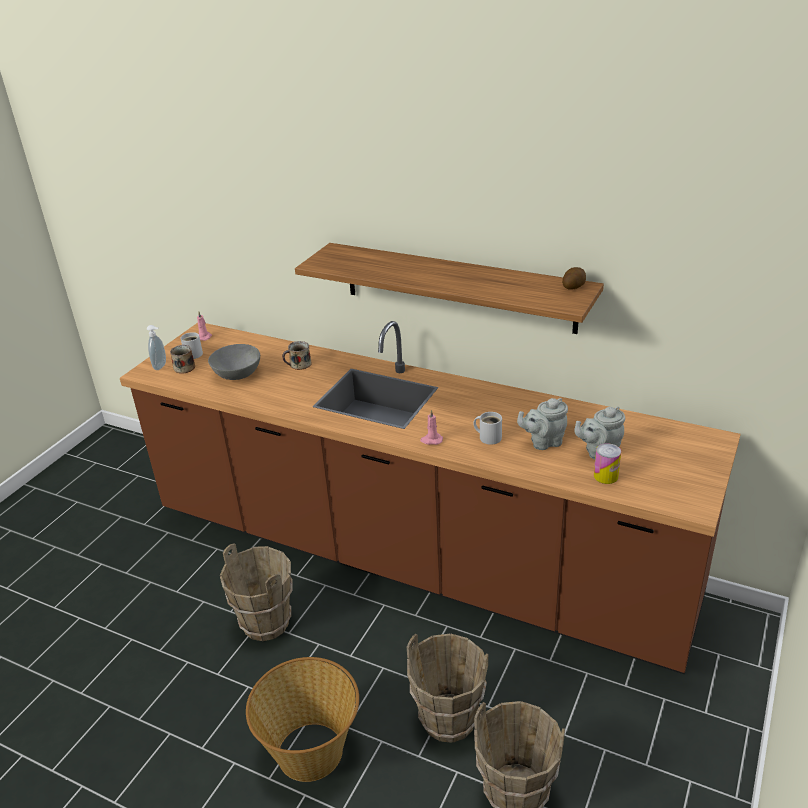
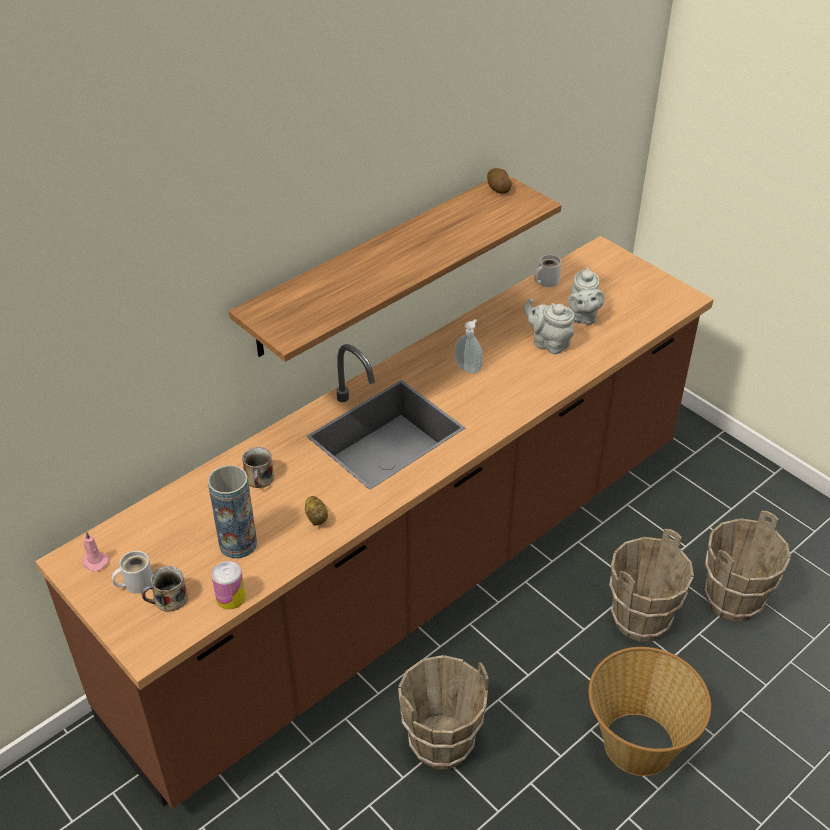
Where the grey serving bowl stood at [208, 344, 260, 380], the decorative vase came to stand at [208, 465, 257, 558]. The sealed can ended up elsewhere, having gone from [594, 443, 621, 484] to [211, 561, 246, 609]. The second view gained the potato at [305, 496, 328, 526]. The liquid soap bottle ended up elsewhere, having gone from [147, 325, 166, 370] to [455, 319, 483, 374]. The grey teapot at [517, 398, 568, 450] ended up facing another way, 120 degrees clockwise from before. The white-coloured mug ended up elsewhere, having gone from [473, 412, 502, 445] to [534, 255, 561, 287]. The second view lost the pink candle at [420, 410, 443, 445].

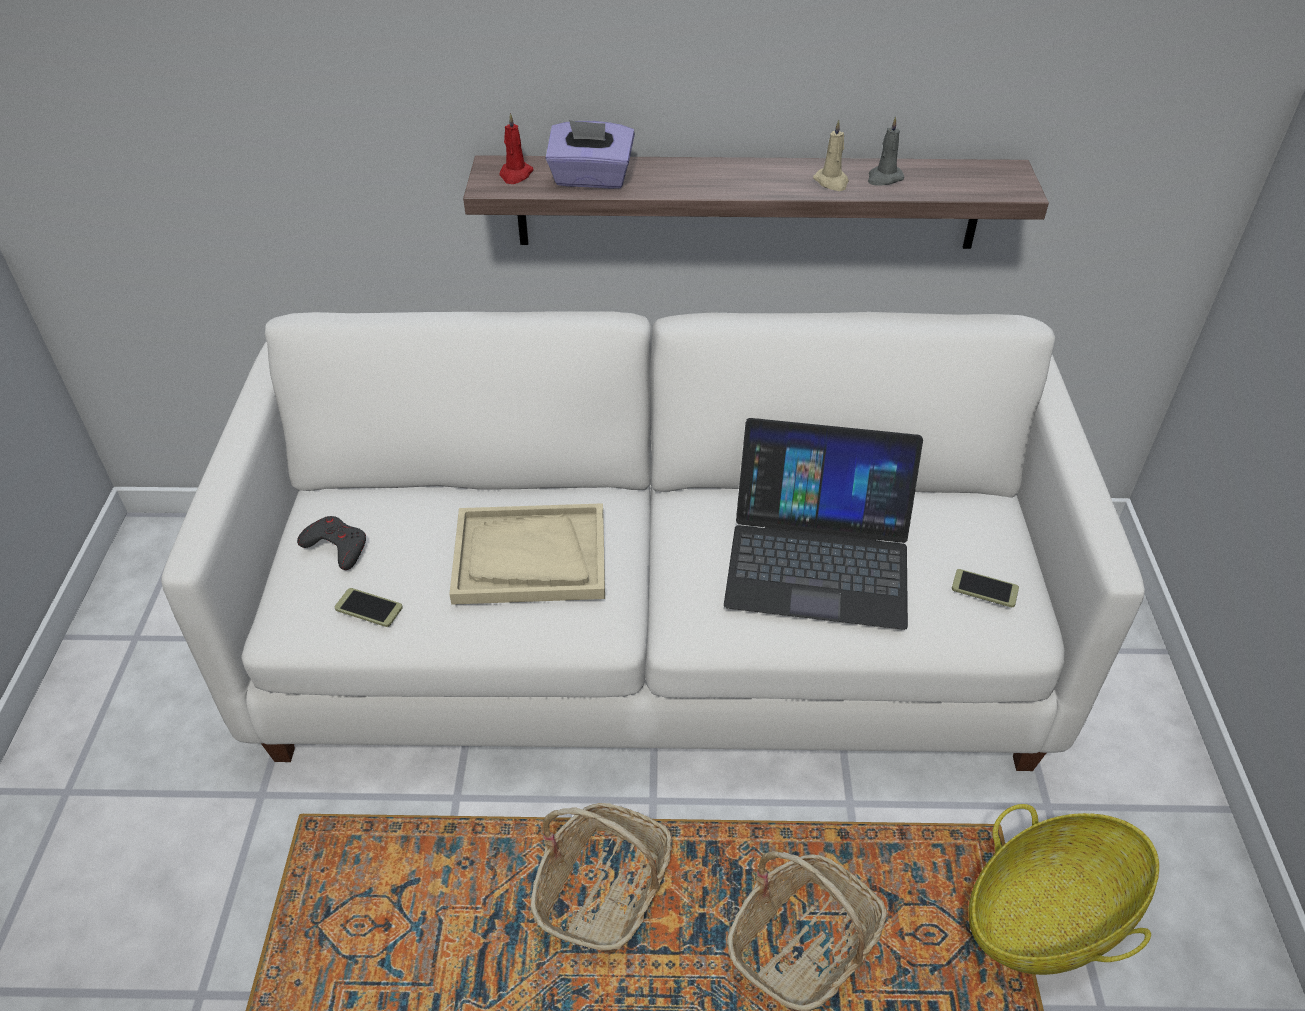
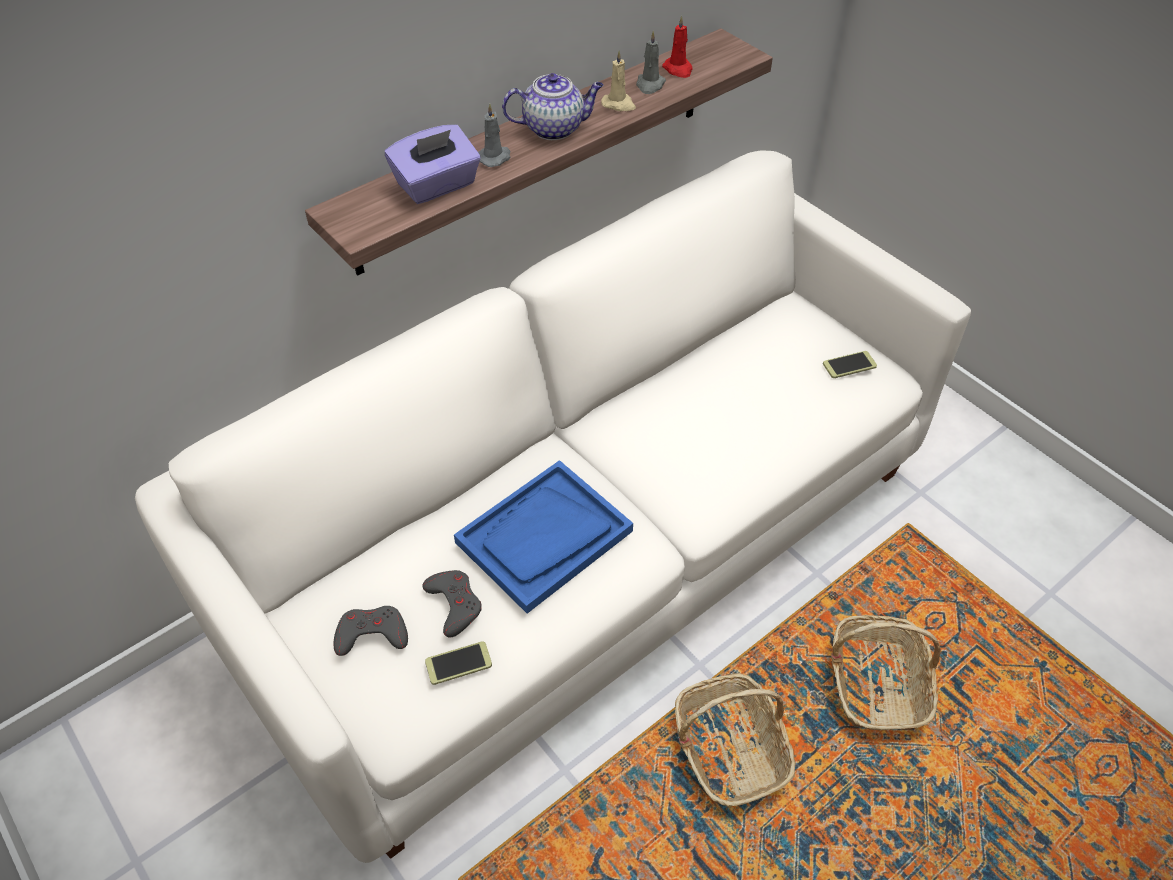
The second view gained the grey game controller at [422, 570, 482, 637]. What was the beige carrying tray at [449, 503, 605, 605] turned into the blue-coloured carrying tray at [454, 460, 633, 614]. The second view gained the grey candle at [478, 104, 510, 167]. The second view gained the teapot at [502, 73, 604, 140]. The red candle ended up elsewhere, having gone from [500, 113, 534, 184] to [662, 16, 693, 78]. The second view lost the portable computer at [724, 418, 923, 630]. The second view lost the household basket at [968, 804, 1159, 975].

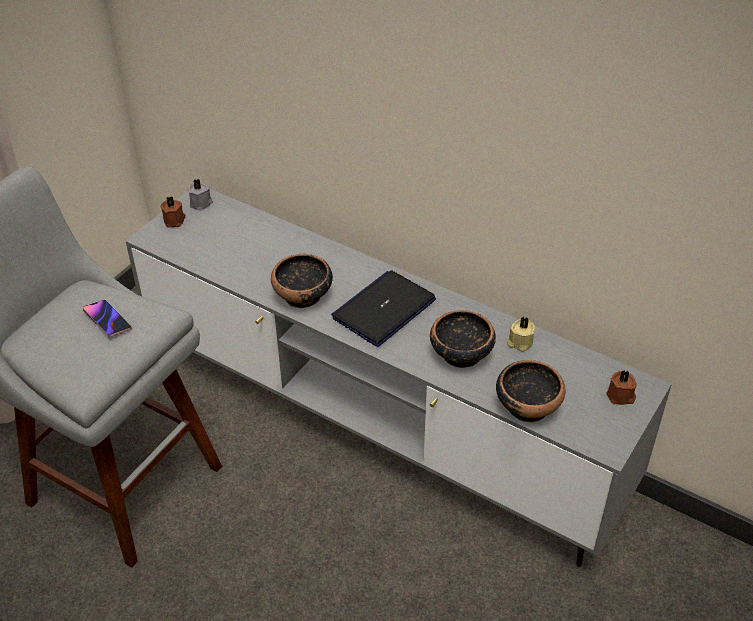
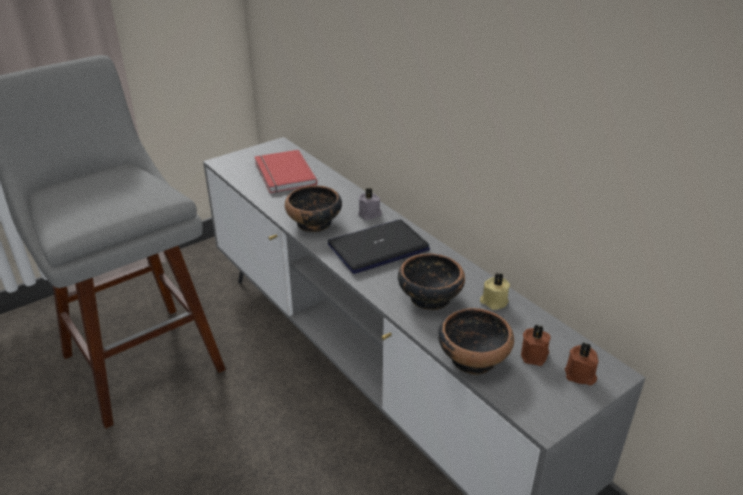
The second view gained the red bound book at [255, 150, 317, 193]. The grey candle ended up elsewhere, having gone from [188, 179, 213, 211] to [358, 188, 382, 220]. The brown candle ended up elsewhere, having gone from [161, 196, 186, 227] to [521, 325, 551, 366]. The second view lost the handset at [83, 300, 131, 337].

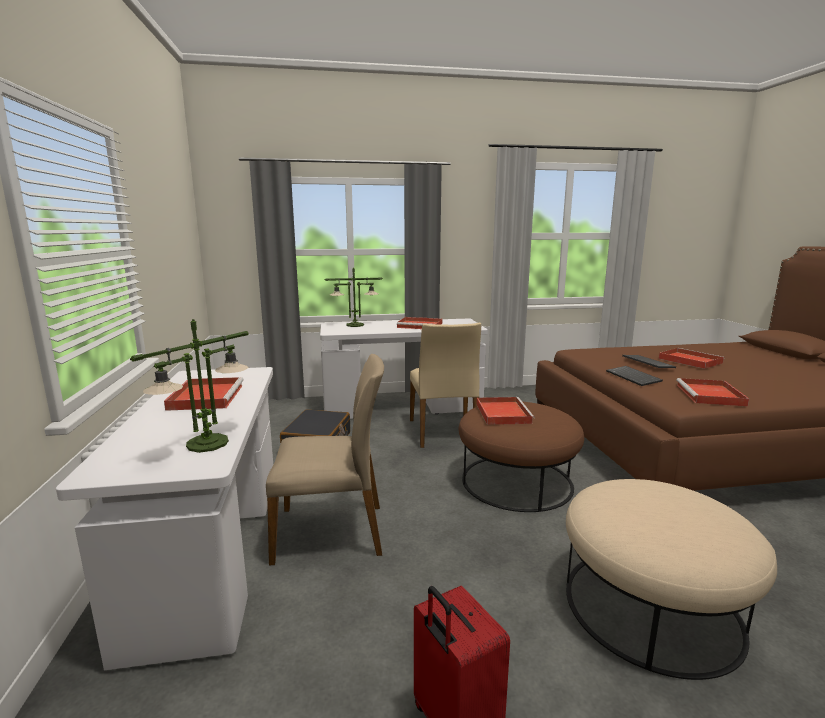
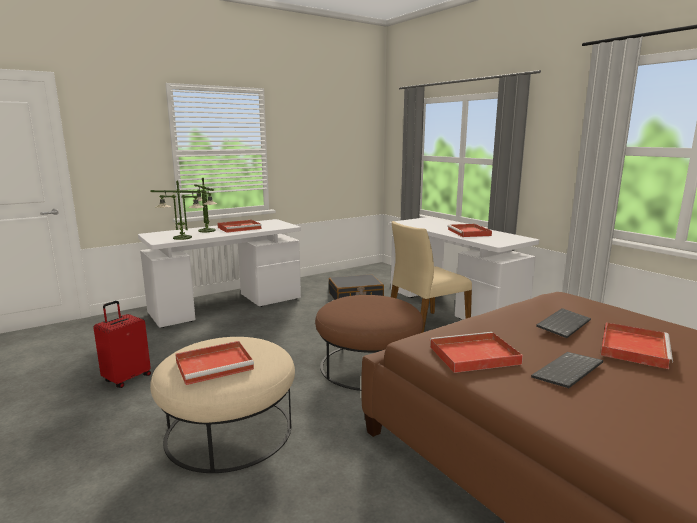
The red carrying tray ended up elsewhere, having gone from [476, 397, 535, 425] to [175, 341, 254, 385]. The lamp for a table ended up elsewhere, having gone from [324, 268, 383, 327] to [192, 178, 218, 233]. The computer keyboard ended up elsewhere, having gone from [606, 366, 663, 386] to [531, 352, 603, 388]. The second view lost the beige upright chair at [266, 354, 384, 565].

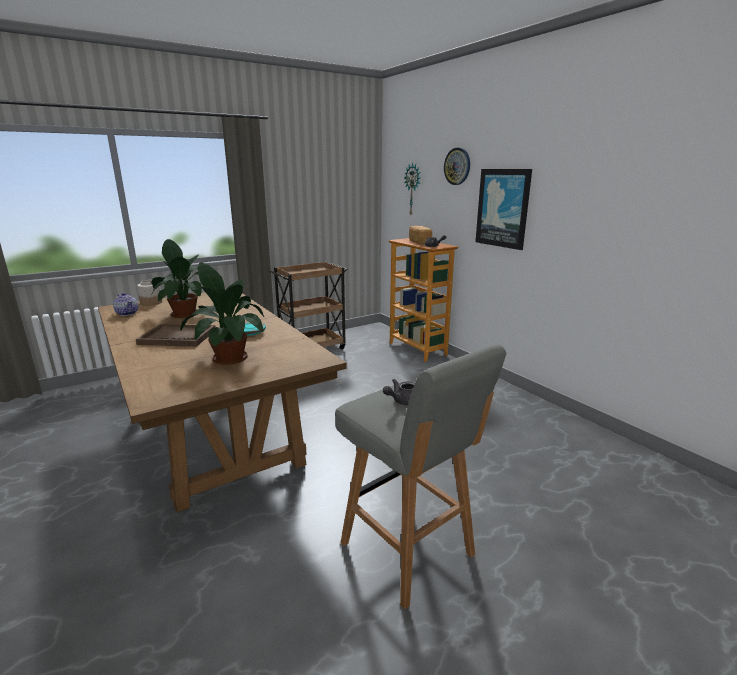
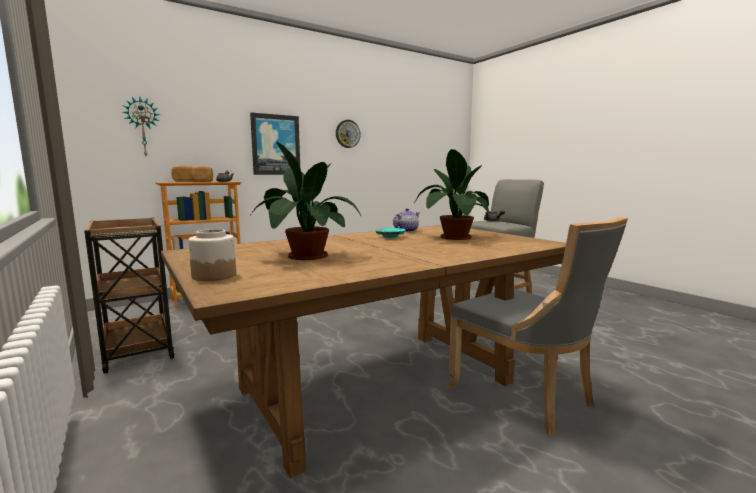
The hanging clock ended up elsewhere, having gone from [444, 148, 470, 185] to [336, 120, 361, 148]. The teapot ended up elsewhere, having gone from [113, 293, 138, 316] to [393, 208, 419, 232]. The second view gained the grey upright chair at [447, 217, 628, 436]. The second view lost the brown carrying tray at [136, 324, 215, 347].

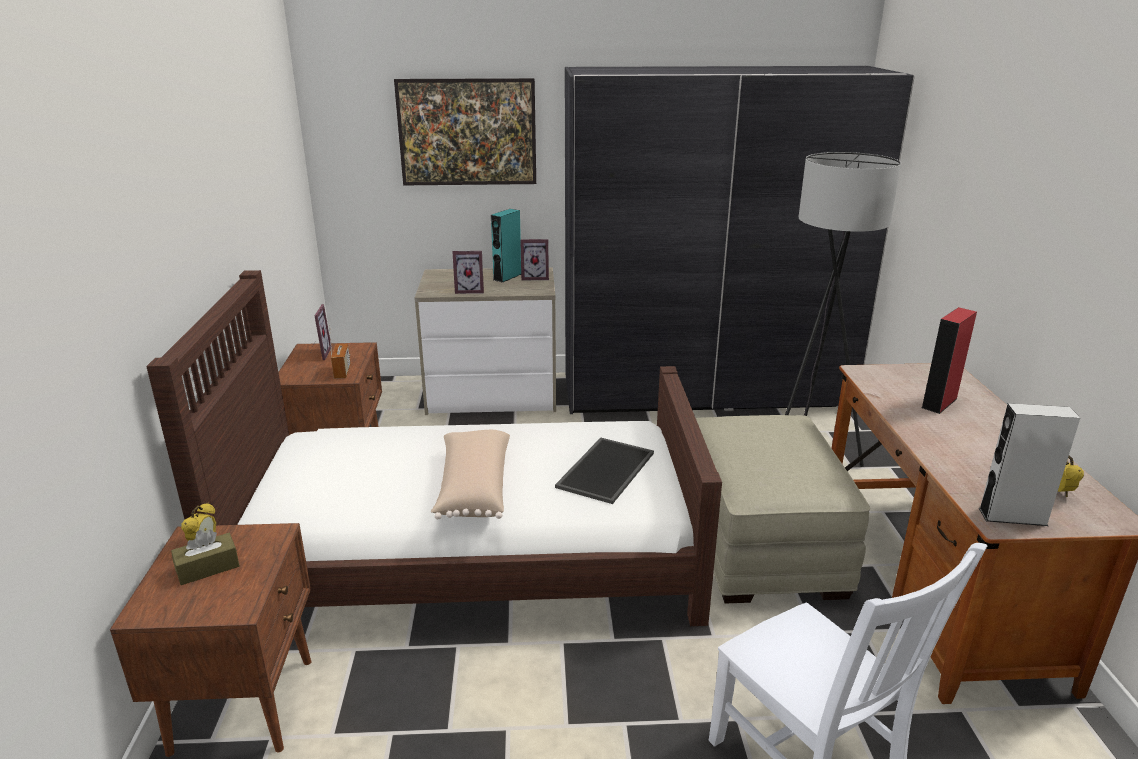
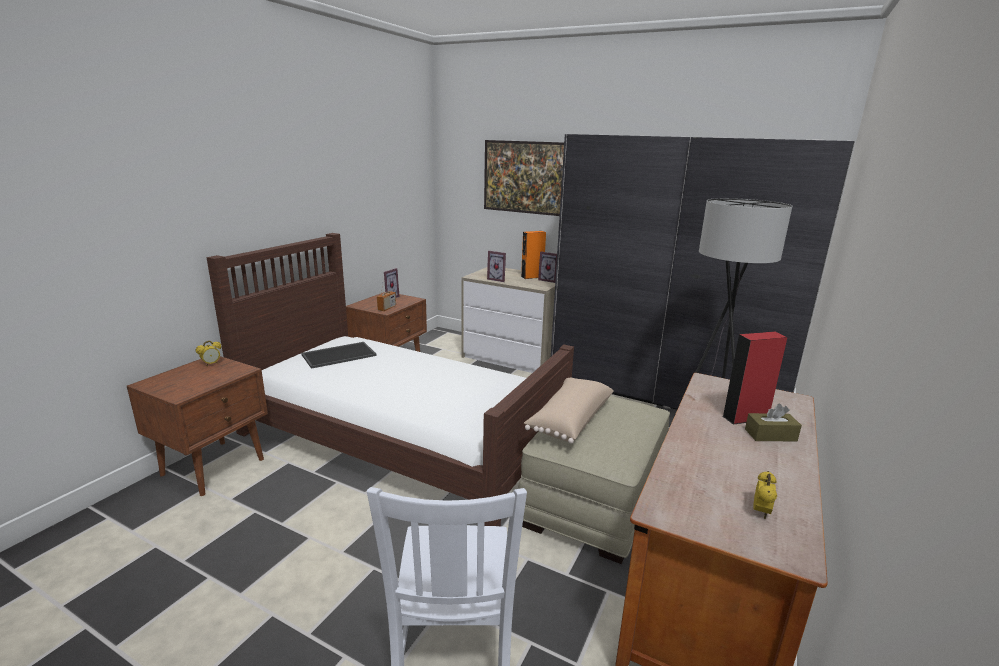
The carrying tray ended up elsewhere, having gone from [555, 438, 654, 504] to [301, 342, 377, 369]. What was the turquoise audio speaker at [491, 209, 521, 283] turned into the orange-coloured audio speaker at [521, 231, 546, 279]. The beige cushion ended up elsewhere, having gone from [431, 430, 510, 519] to [524, 378, 614, 444]. The brown tissue holder ended up elsewhere, having gone from [171, 530, 240, 585] to [745, 403, 802, 441]. The second view lost the grey audio speaker at [979, 403, 1080, 526].

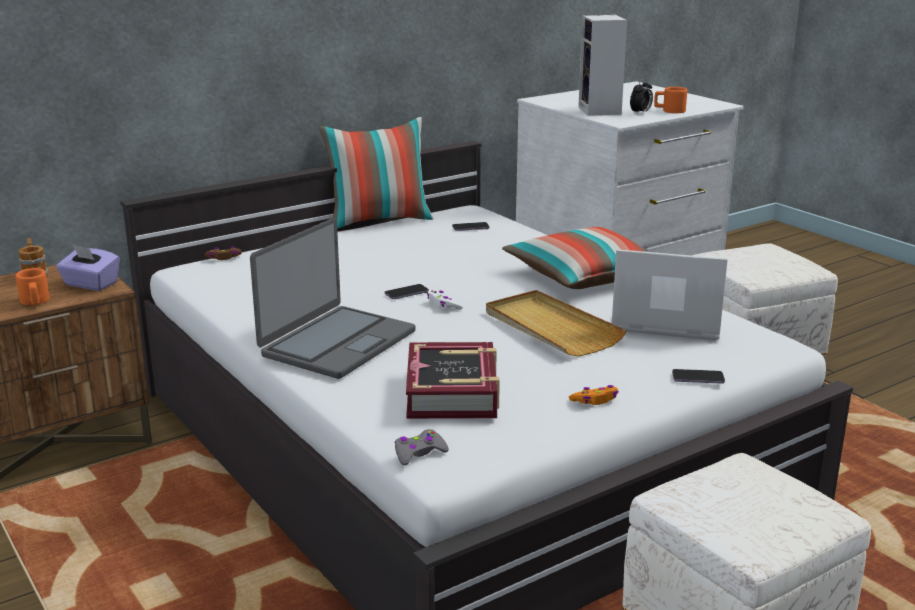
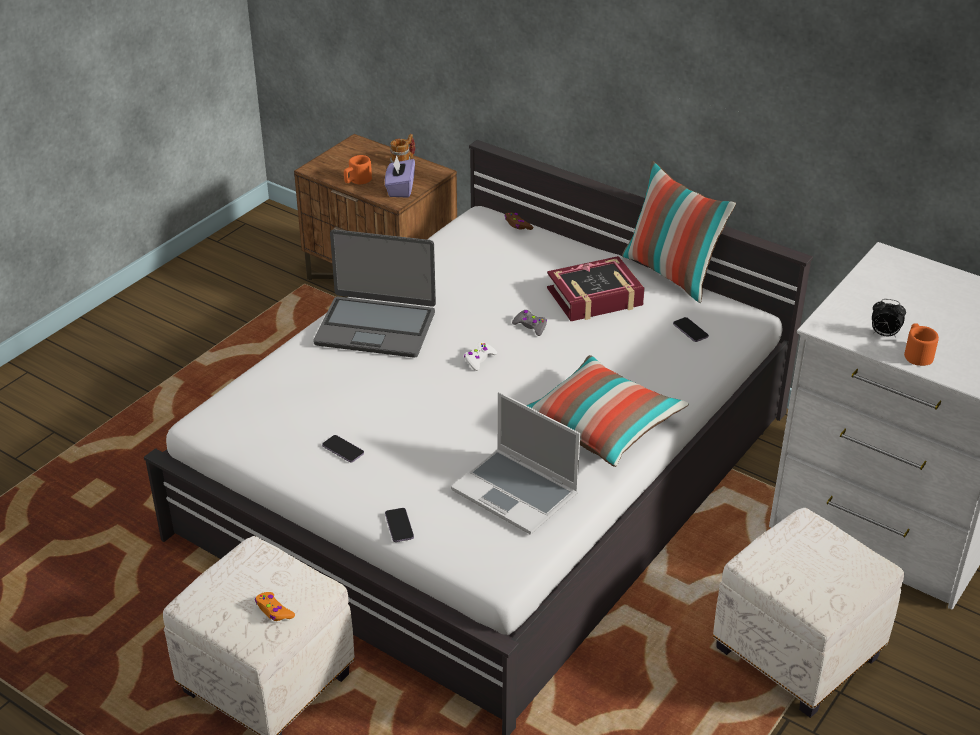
The orange-coloured game controller ended up elsewhere, having gone from [569, 385, 619, 405] to [255, 592, 295, 621]. The handset ended up elsewhere, having gone from [385, 284, 429, 299] to [322, 435, 364, 462]. The portable computer at [612, 249, 728, 340] ended up facing another way, 135 degrees clockwise from before. The grey game controller ended up elsewhere, having gone from [395, 429, 449, 465] to [512, 310, 547, 336]. The bound book ended up elsewhere, having gone from [406, 342, 500, 419] to [547, 256, 645, 321]. The second view lost the beige carrying tray at [486, 290, 627, 357]. The second view lost the audio speaker at [578, 15, 627, 116].

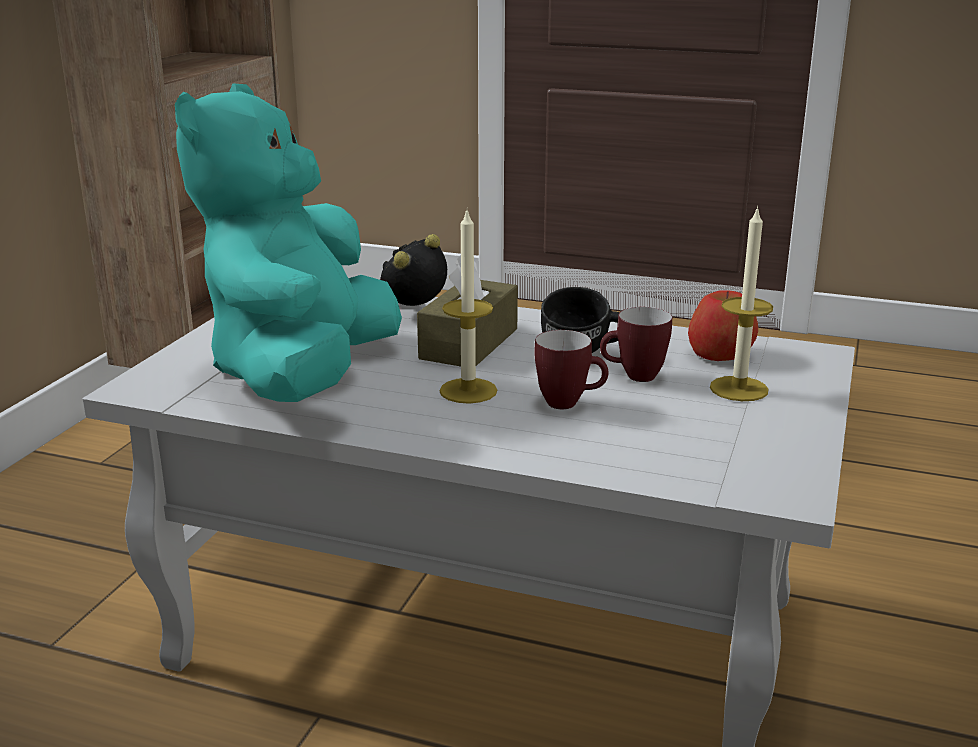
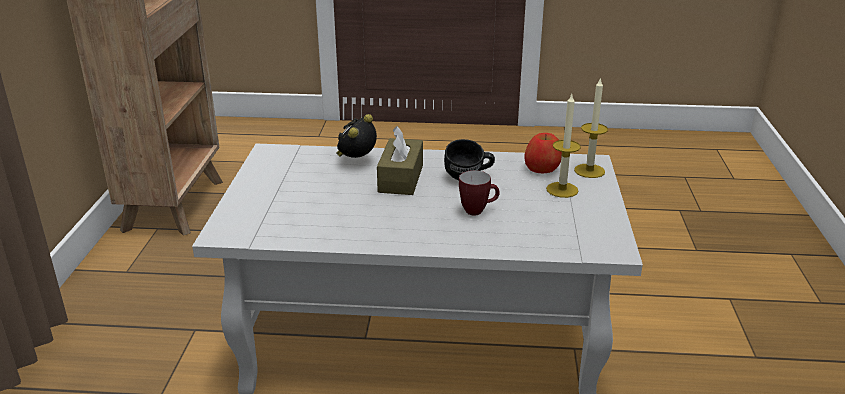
The candle ended up elsewhere, having gone from [440, 211, 497, 404] to [574, 77, 608, 178]. The second view lost the turquoise soft toy at [175, 83, 402, 402]. The second view lost the mug at [600, 307, 672, 382].

